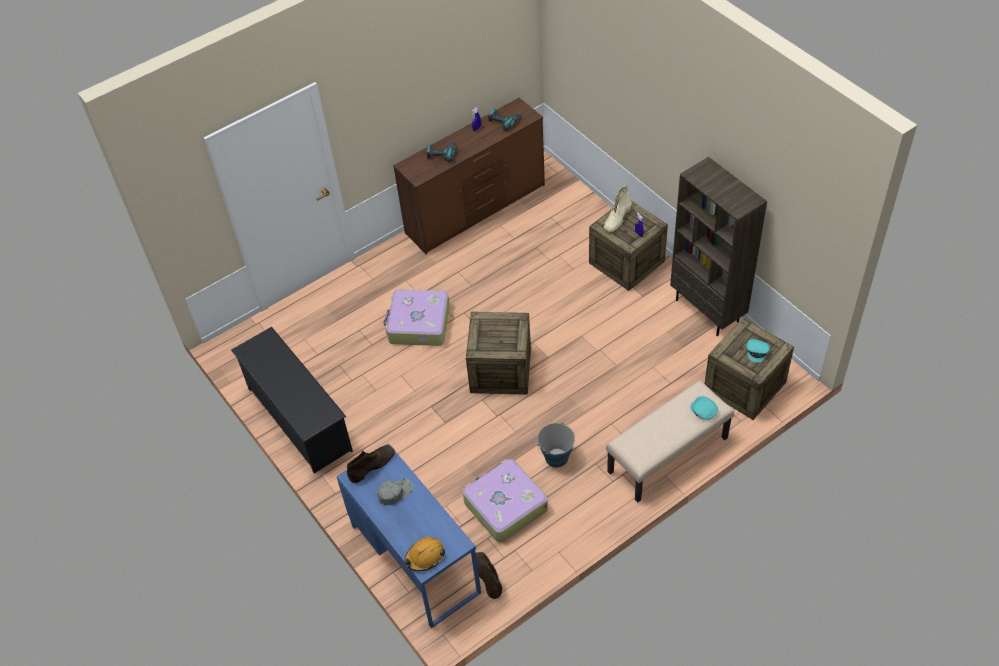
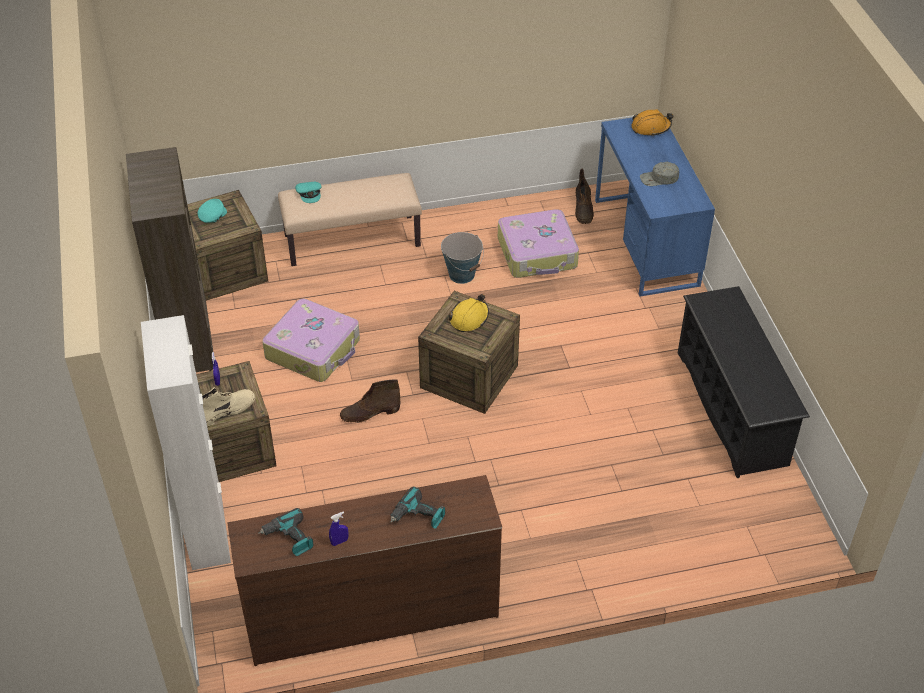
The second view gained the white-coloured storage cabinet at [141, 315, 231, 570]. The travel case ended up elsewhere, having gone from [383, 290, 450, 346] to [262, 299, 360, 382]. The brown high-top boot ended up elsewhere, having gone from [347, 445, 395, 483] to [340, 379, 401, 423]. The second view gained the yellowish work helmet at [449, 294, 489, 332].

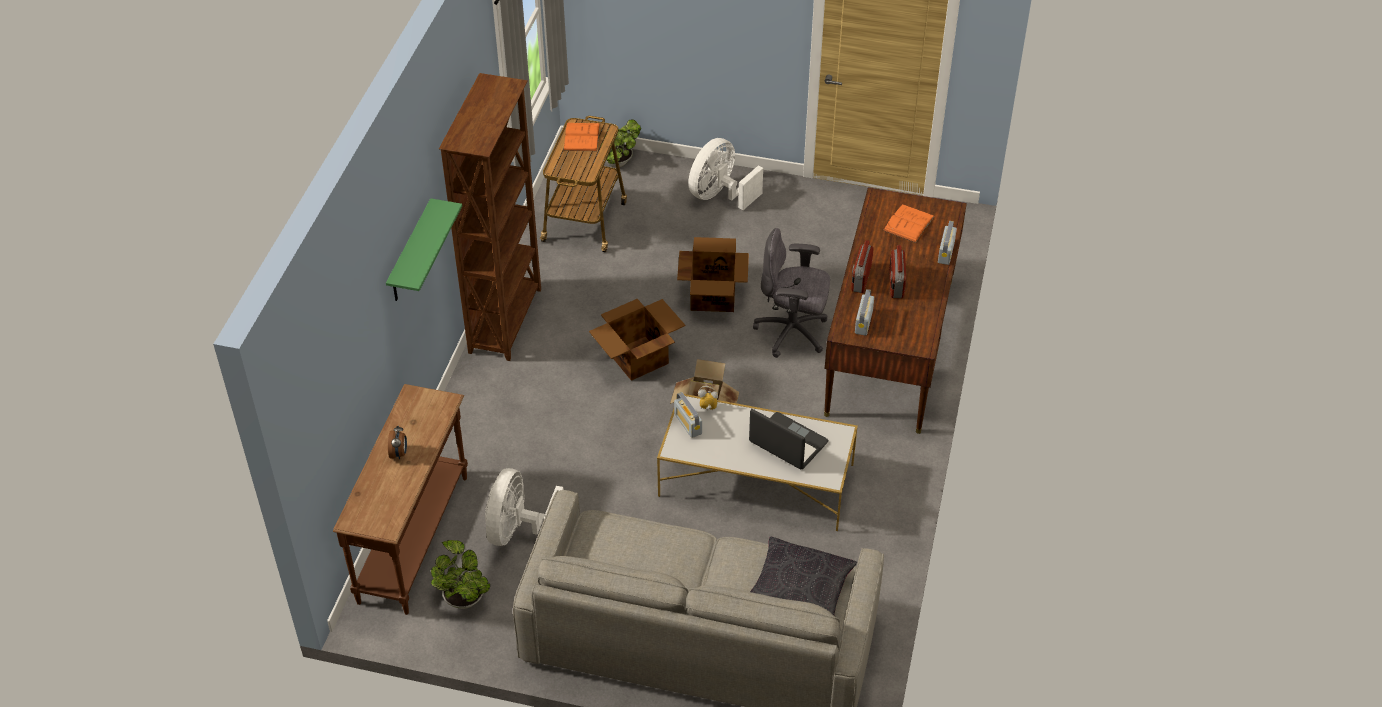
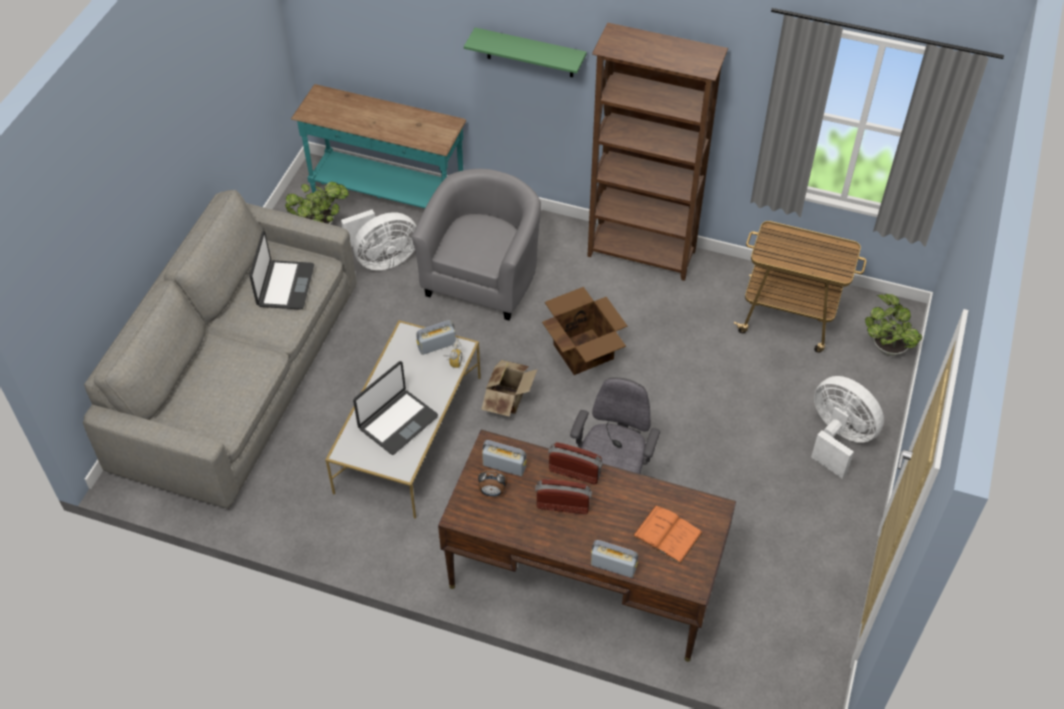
The second view gained the portable computer at [249, 231, 314, 310]. What was the brown hall table at [333, 384, 468, 615] turned into the turquoise hall table at [291, 84, 466, 208]. The white-coloured electric fan at [485, 468, 564, 546] ended up facing another way, 135 degrees clockwise from before. The second view gained the grey armchair at [412, 169, 541, 321]. The alarm clock ended up elsewhere, having gone from [388, 425, 407, 459] to [478, 469, 508, 496]. The second view lost the orange-coloured bound book at [563, 123, 600, 151]. The second view lost the carton at [677, 237, 749, 312]. The second view lost the blackish cushion at [750, 537, 857, 615].

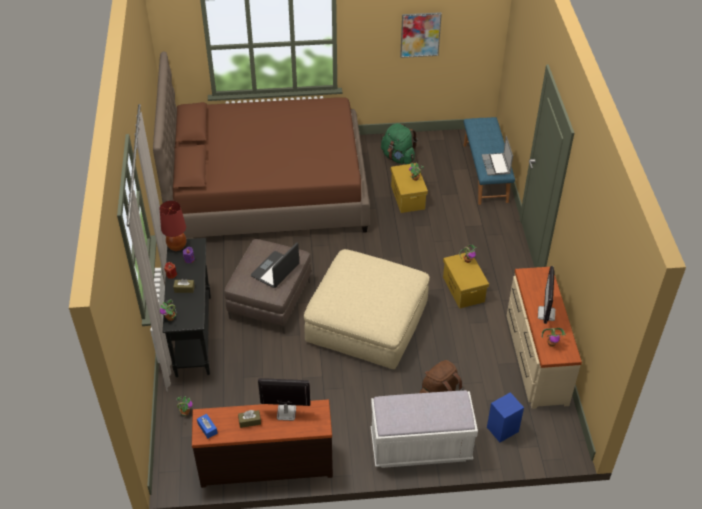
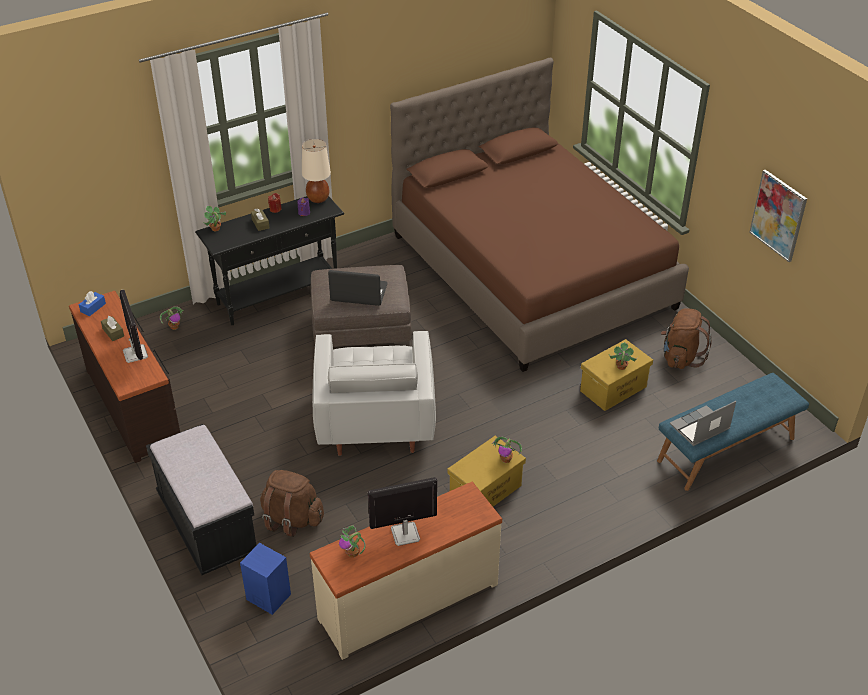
What was the white-coloured long seat at [371, 390, 478, 468] turned into the blackish long seat at [146, 424, 257, 575]. What was the red lamp for a table at [160, 201, 186, 251] turned into the beige lamp for a table at [302, 139, 331, 203]. Where the beige pouffe stood at [304, 249, 430, 369], the white-coloured armchair came to stand at [312, 331, 436, 456]. What was the green backpack at [381, 123, 417, 164] turned into the brown backpack at [661, 308, 712, 369].

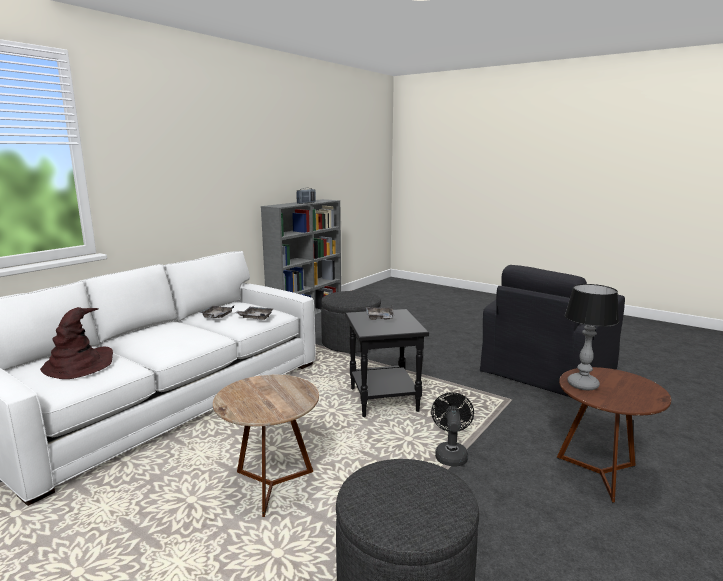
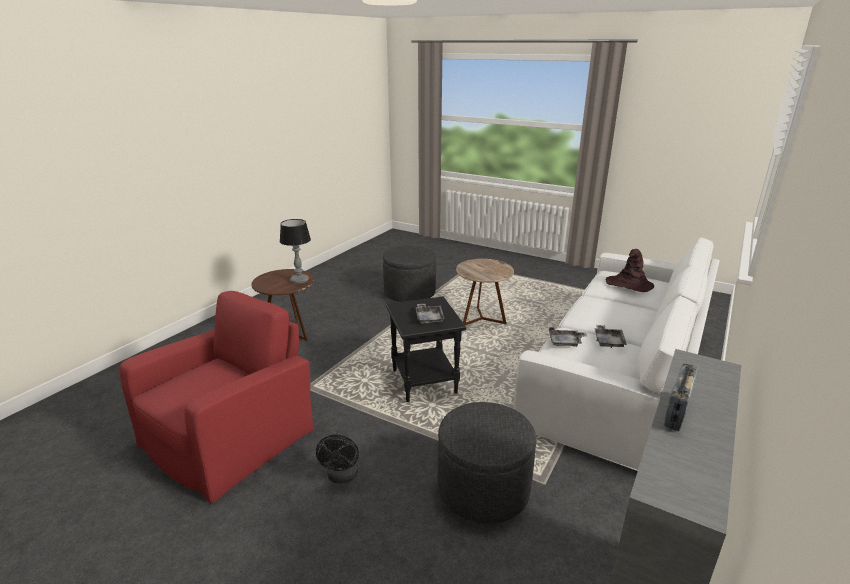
What was the blackish armchair at [480, 265, 625, 398] turned into the red armchair at [119, 291, 314, 503]. The blackish electric fan ended up elsewhere, having gone from [431, 392, 474, 466] to [316, 429, 359, 484].

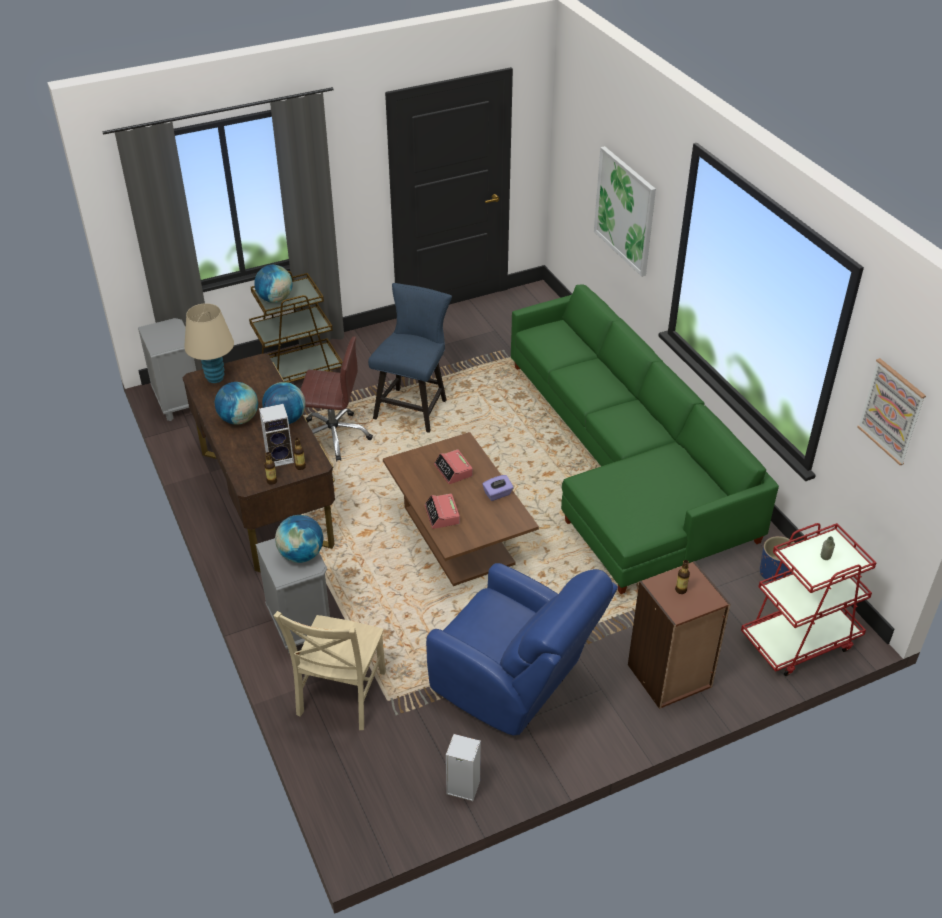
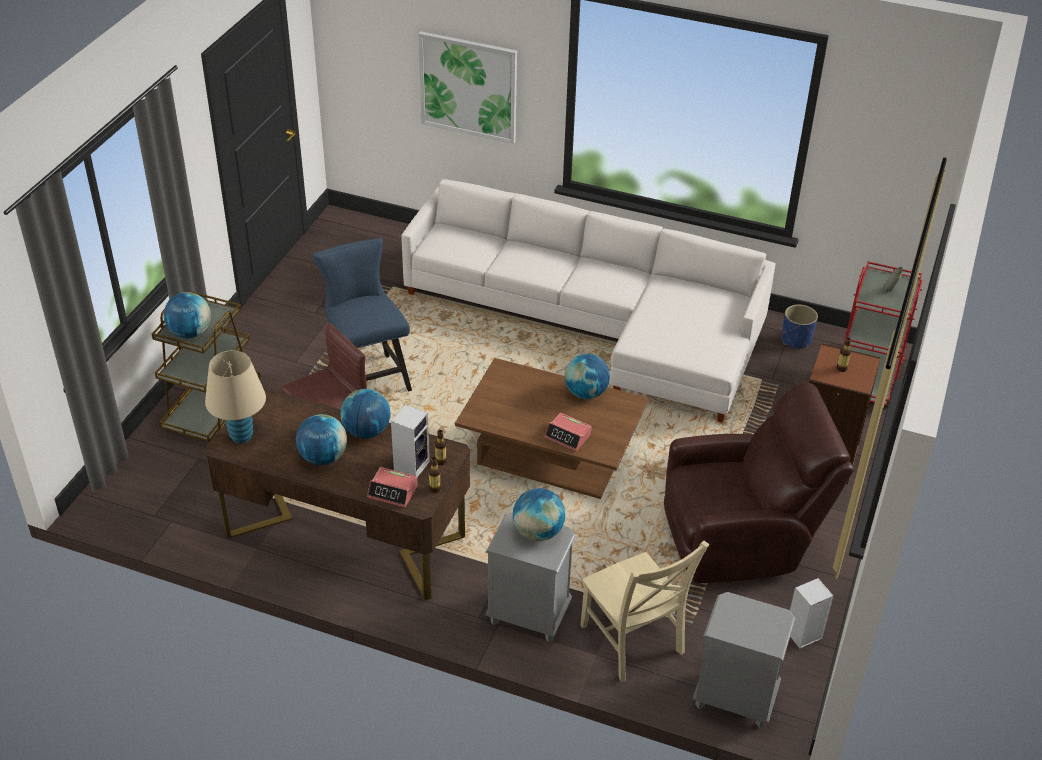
The alarm clock ended up elsewhere, having gone from [434, 449, 473, 484] to [367, 467, 418, 507]. What was the green settee at [511, 284, 779, 594] turned into the white-coloured settee at [401, 179, 775, 422]. Where the purplish tissue holder stood at [482, 475, 514, 501], the globe came to stand at [564, 354, 610, 399]. What was the blue-coloured armchair at [426, 563, 618, 736] turned into the brown armchair at [664, 382, 854, 583]. The grey night table ended up elsewhere, having gone from [138, 318, 196, 421] to [693, 592, 795, 728]. The second view lost the wall art at [857, 358, 926, 465].

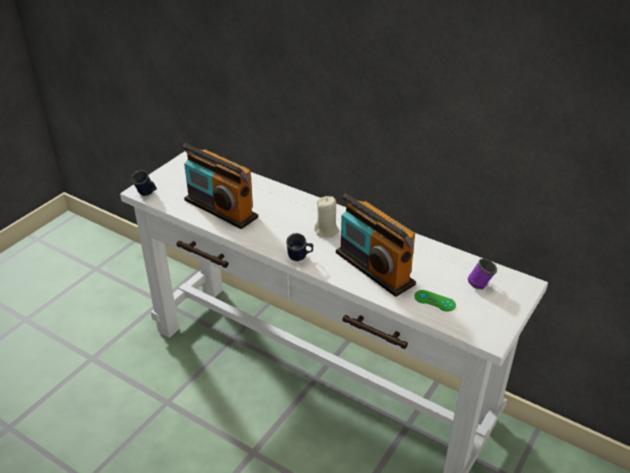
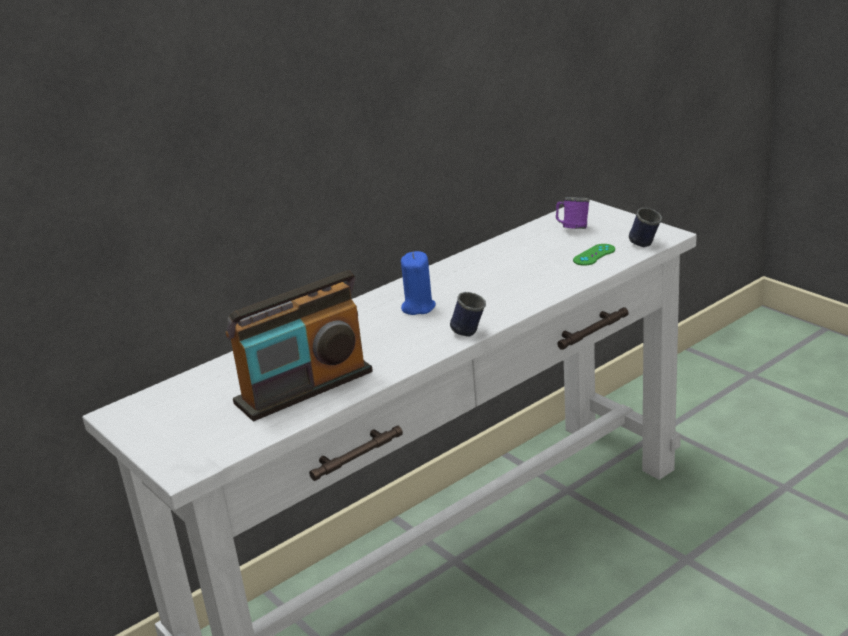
What was the beige candle at [314, 196, 339, 237] turned into the blue-coloured candle at [401, 251, 436, 315]. The blue-coloured mug ended up elsewhere, having gone from [131, 170, 157, 196] to [629, 208, 662, 247]. The second view lost the radio receiver at [336, 193, 416, 297].

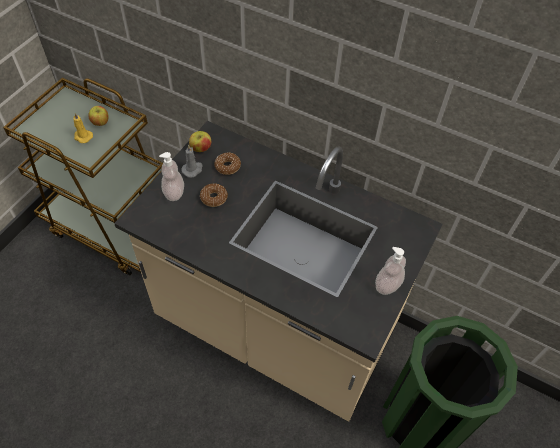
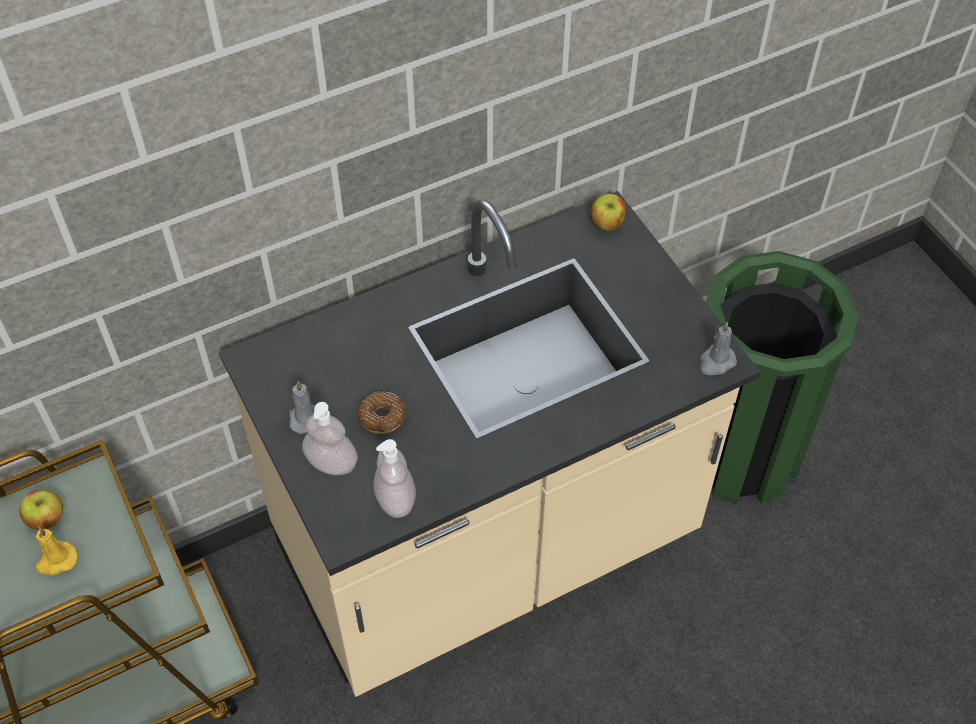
The liquid soap bottle ended up elsewhere, having gone from [375, 247, 406, 295] to [373, 439, 416, 518]. The whole apple ended up elsewhere, having gone from [189, 131, 211, 152] to [591, 194, 626, 231]. The second view gained the grey candle at [700, 322, 737, 375]. The second view lost the ring doughnut at [214, 152, 241, 175].

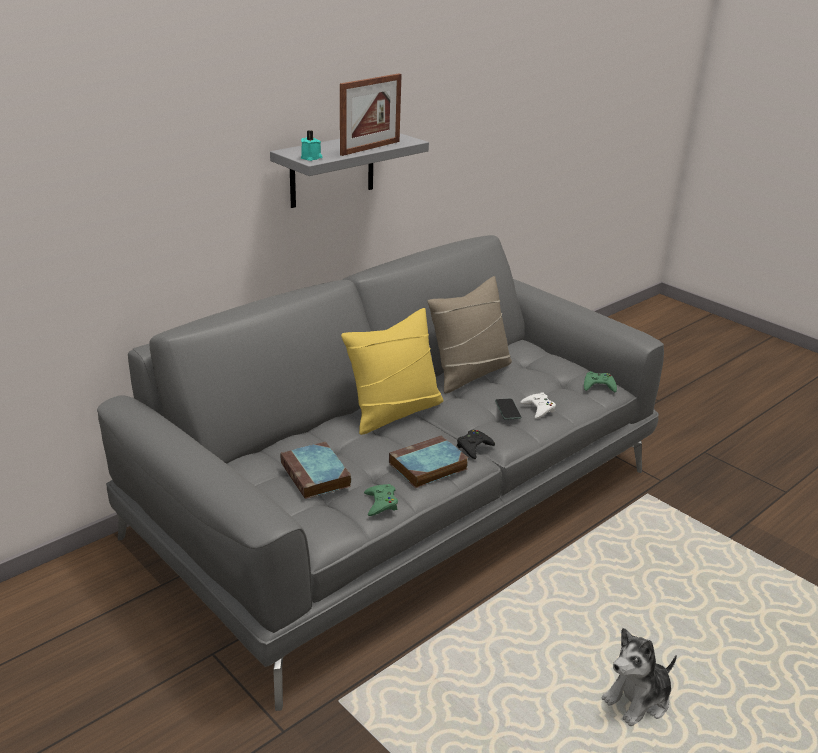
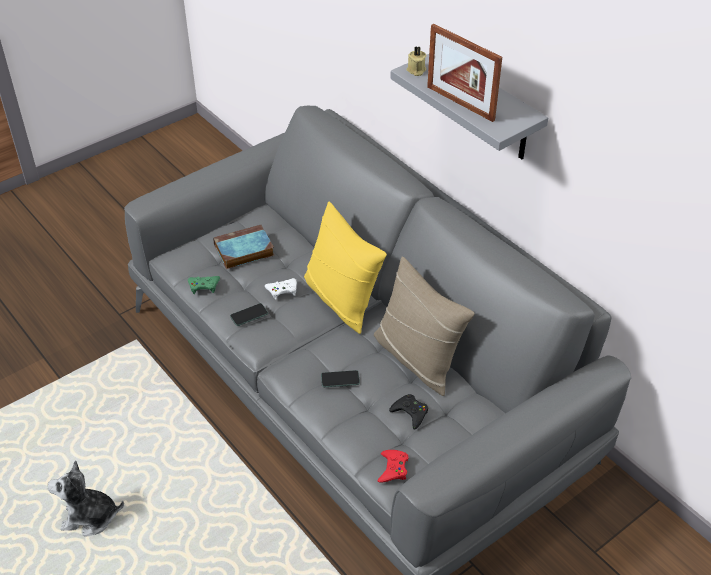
The soft toy at [602, 628, 677, 726] ended up facing another way, 60 degrees counterclockwise from before. Where the bound book stood at [389, 435, 469, 488], the handset came to stand at [230, 303, 268, 326]. The white-coloured game controller ended up elsewhere, having gone from [521, 392, 556, 419] to [265, 278, 297, 300]. What was the green game controller at [584, 371, 617, 392] turned into the red game controller at [378, 450, 409, 483]. The blackish game controller ended up elsewhere, having gone from [457, 430, 495, 459] to [389, 394, 428, 430]. What was the turquoise candle at [301, 130, 322, 161] turned into the beige candle at [407, 46, 426, 76].

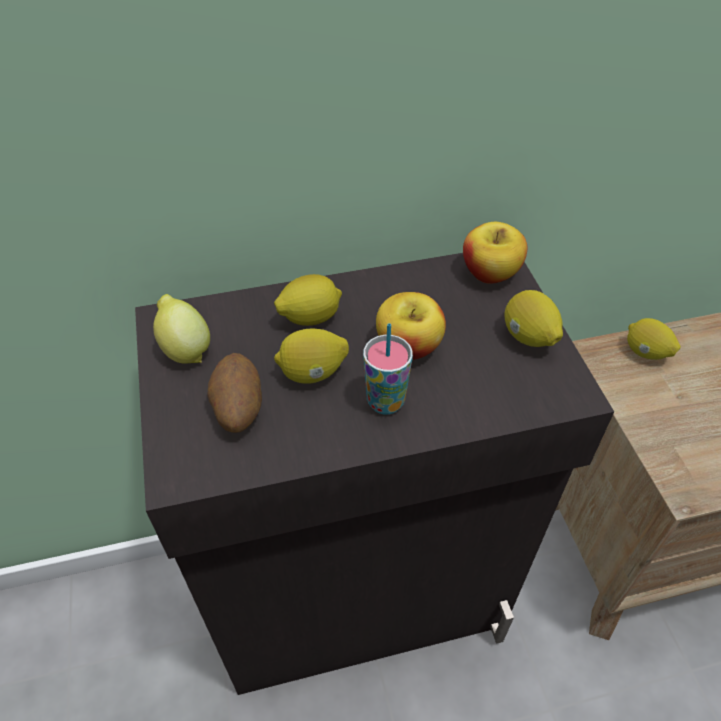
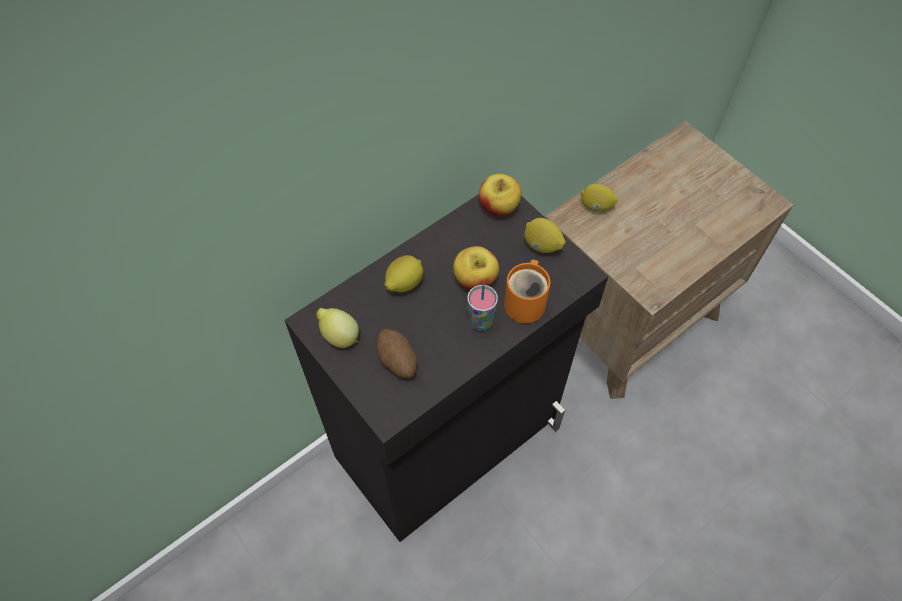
The second view gained the orange-coloured mug at [504, 259, 550, 323]. The second view lost the lemon at [274, 329, 349, 384].

